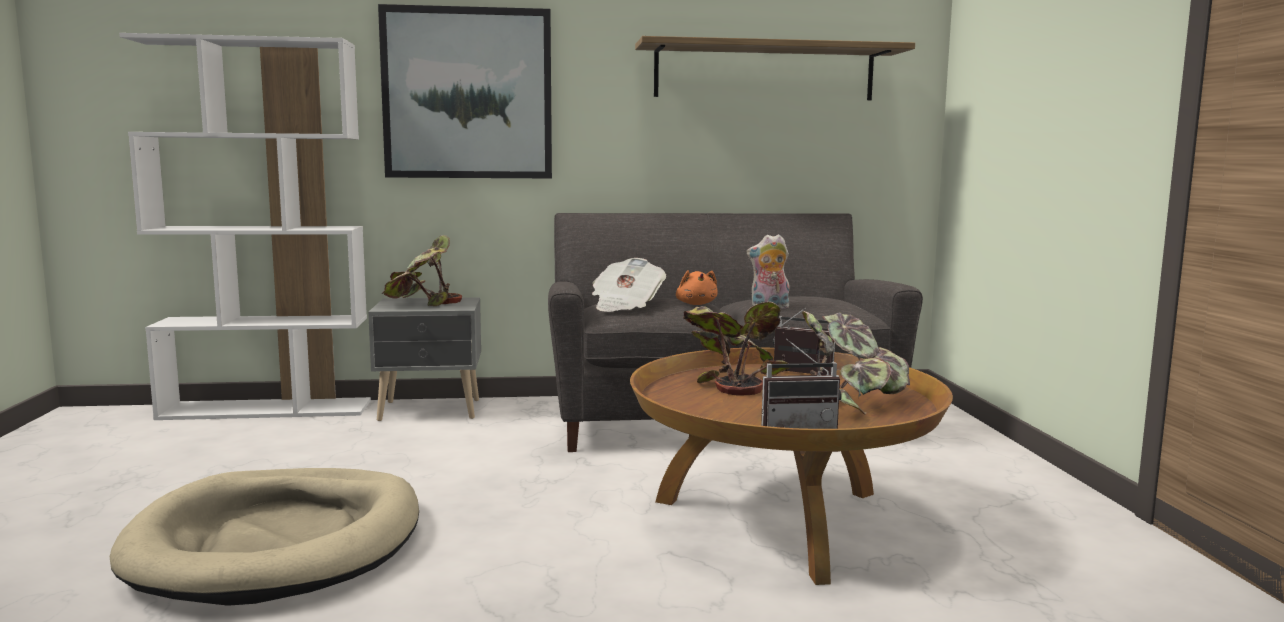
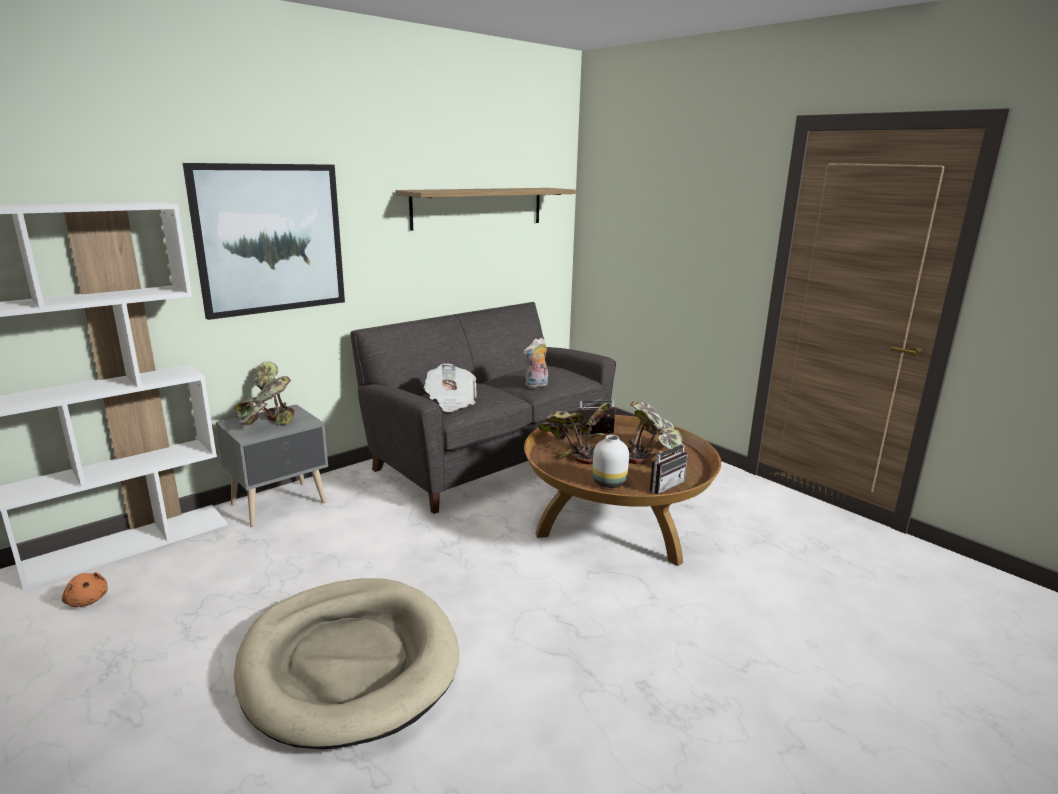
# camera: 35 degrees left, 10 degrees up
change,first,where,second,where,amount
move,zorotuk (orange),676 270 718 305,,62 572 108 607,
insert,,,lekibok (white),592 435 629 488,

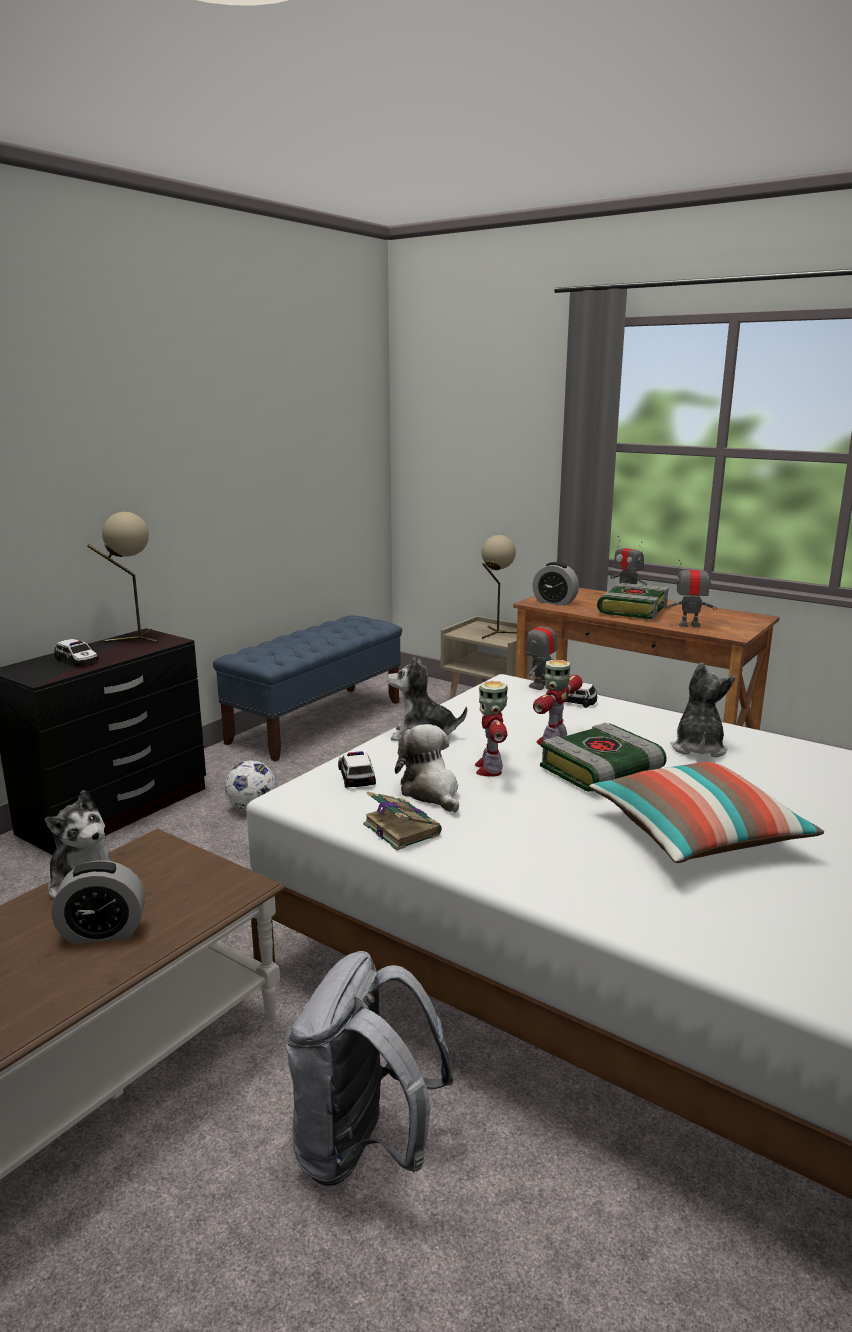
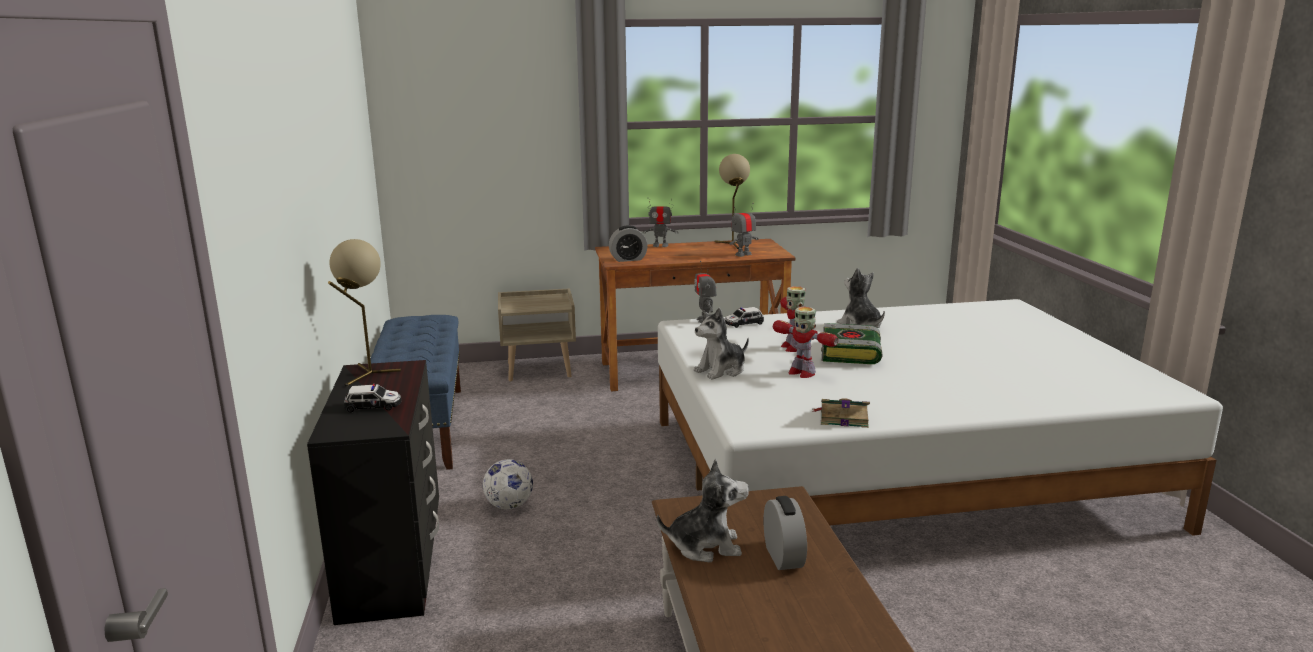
# camera: 45 degrees left, 0 degrees up
change,first,where,second,where,amount
move,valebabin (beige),481 535 517 639,,714 154 750 249,
delete,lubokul,597 583 668 620,,,
delete,zorotuk,395 724 459 813,,,
delete,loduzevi,338 751 376 788,,,
delete,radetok,589 762 824 863,,,
rotate,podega,52 860 145 944,,763 496 807 570,45 degrees counterclockwise
delete,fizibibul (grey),285 951 454 1186,,,

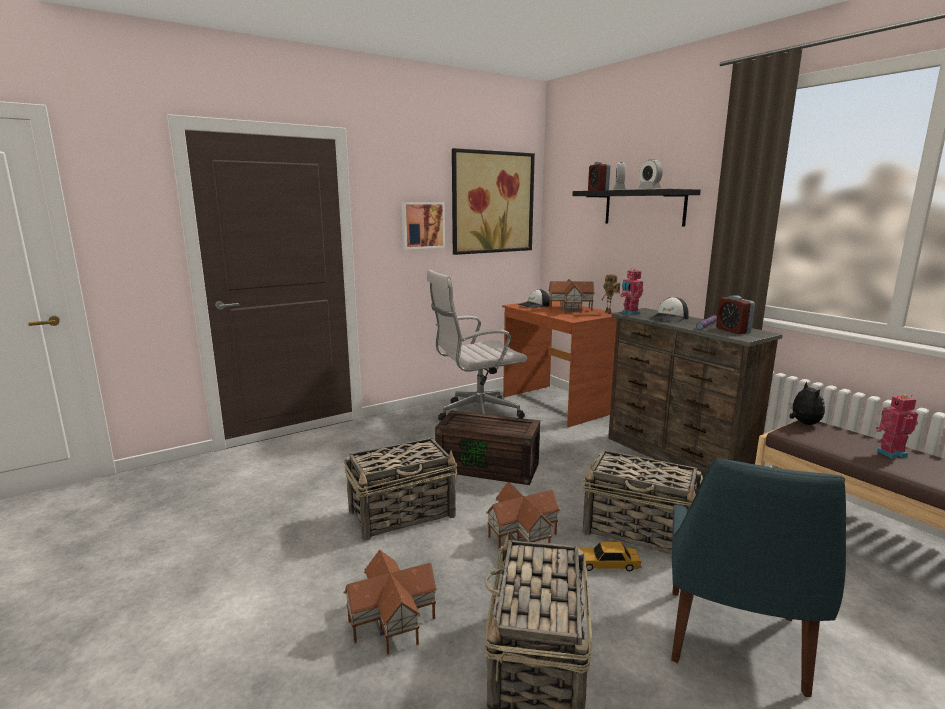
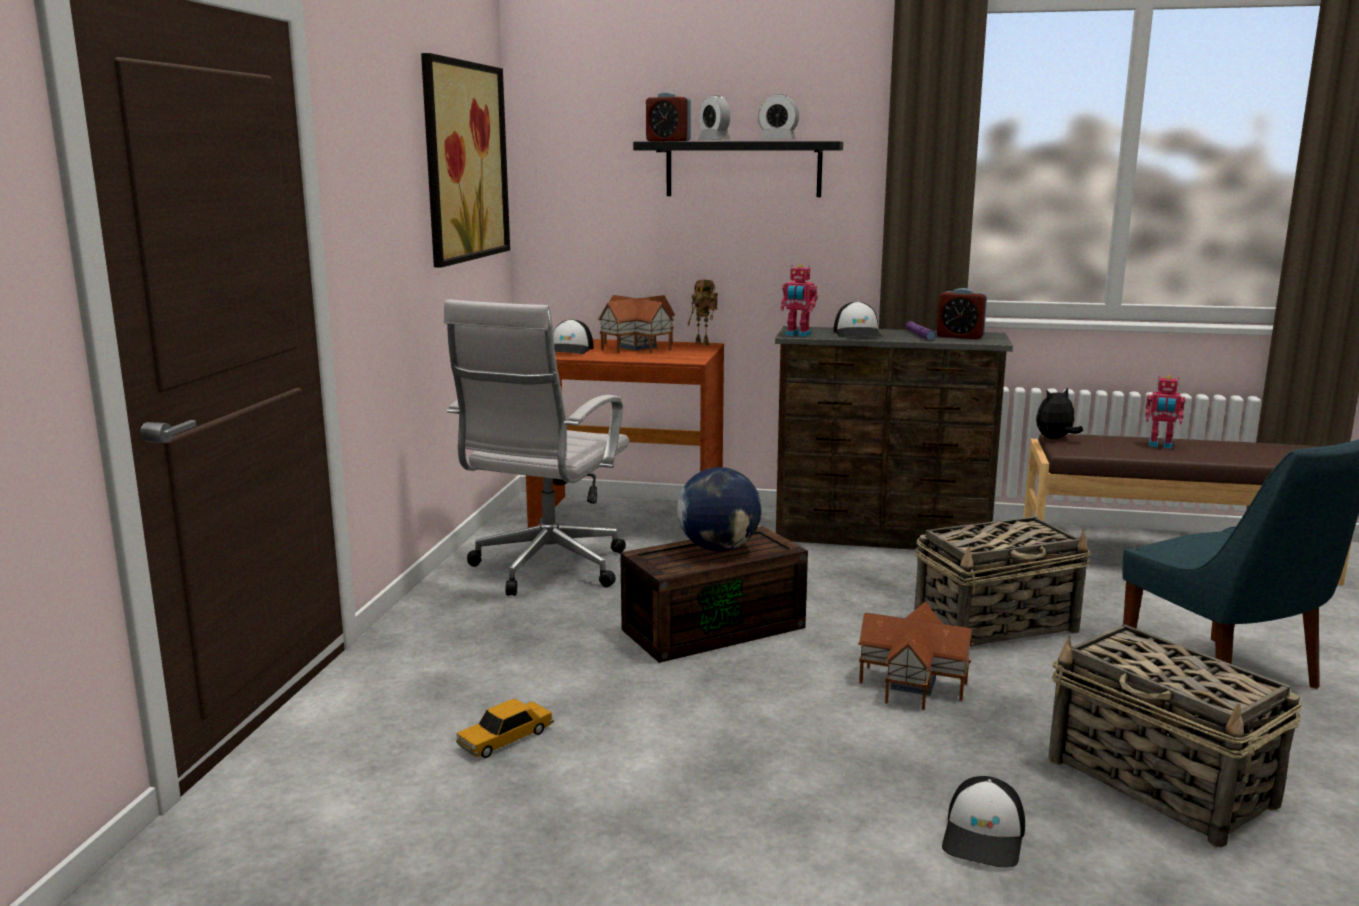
# camera: 45 degrees left, 0 degrees up
change,first,where,second,where,amount
delete,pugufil,401 202 445 250,,,
rotate,zorotuk,788 382 825 425,,1036 387 1083 439,75 degrees counterclockwise
rotate,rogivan,876 394 918 458,,1145 375 1186 449,105 degrees counterclockwise
delete,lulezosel,344 438 458 541,,,
move,loduzevi,578 542 642 571,,456 698 554 758,
replace,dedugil,343 550 438 655,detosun,942 776 1025 868,
insert,,,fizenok,677 467 762 551,

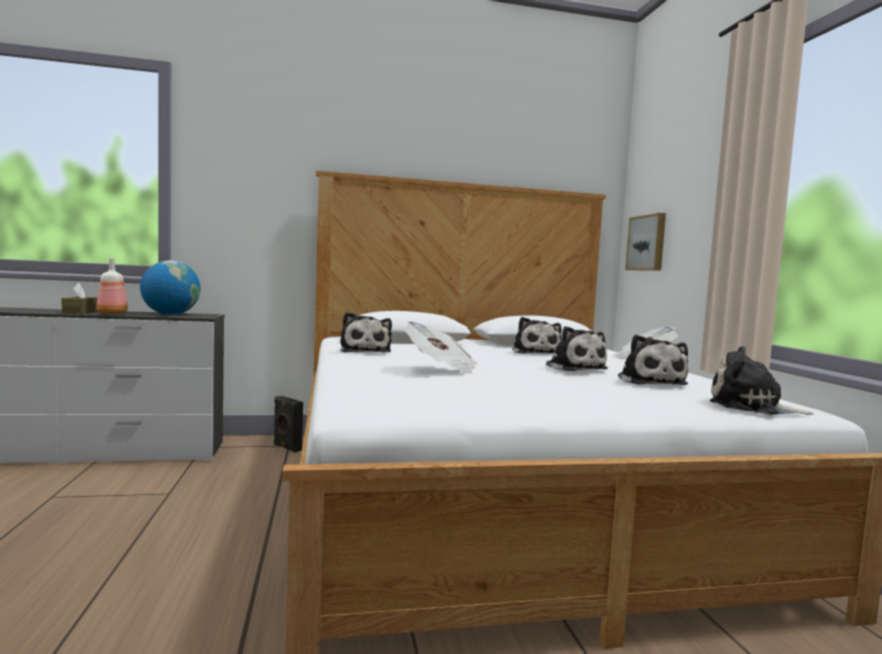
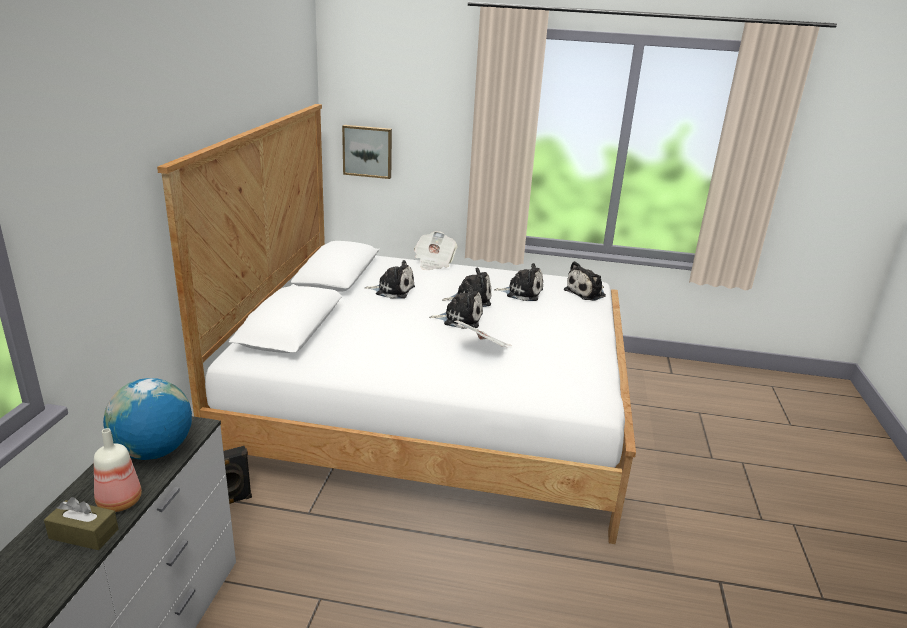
# camera: 70 degrees left, 20 degrees up
change,first,where,second,where,amount
move,zorotuk,340 312 392 352,,429 286 483 329,

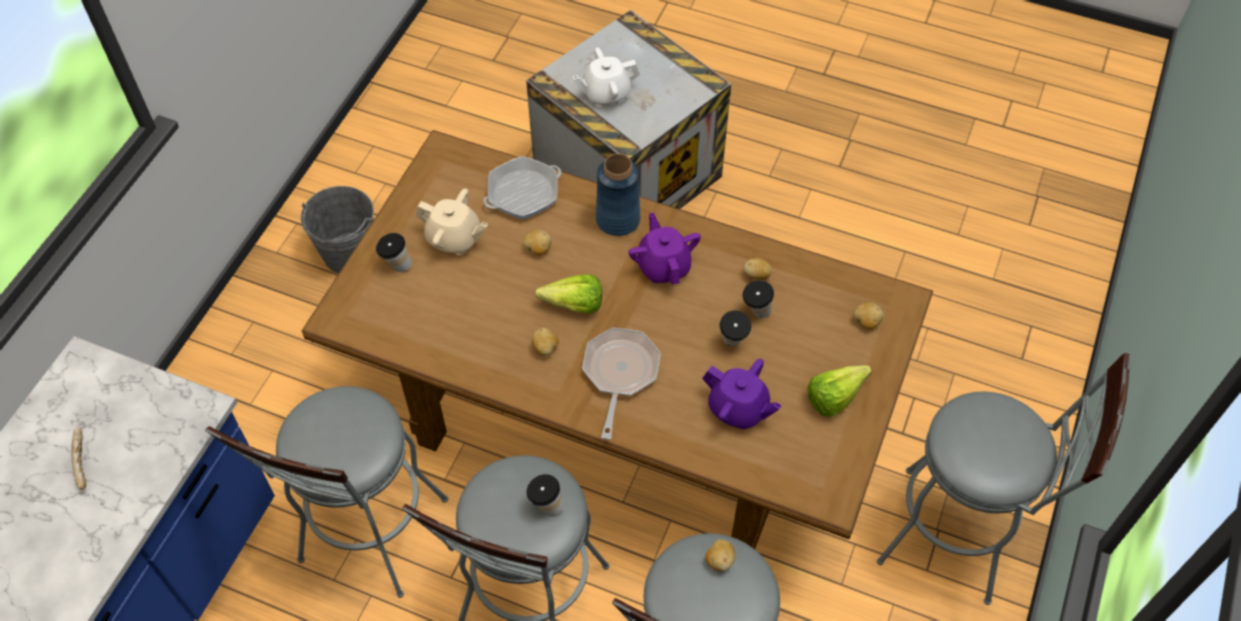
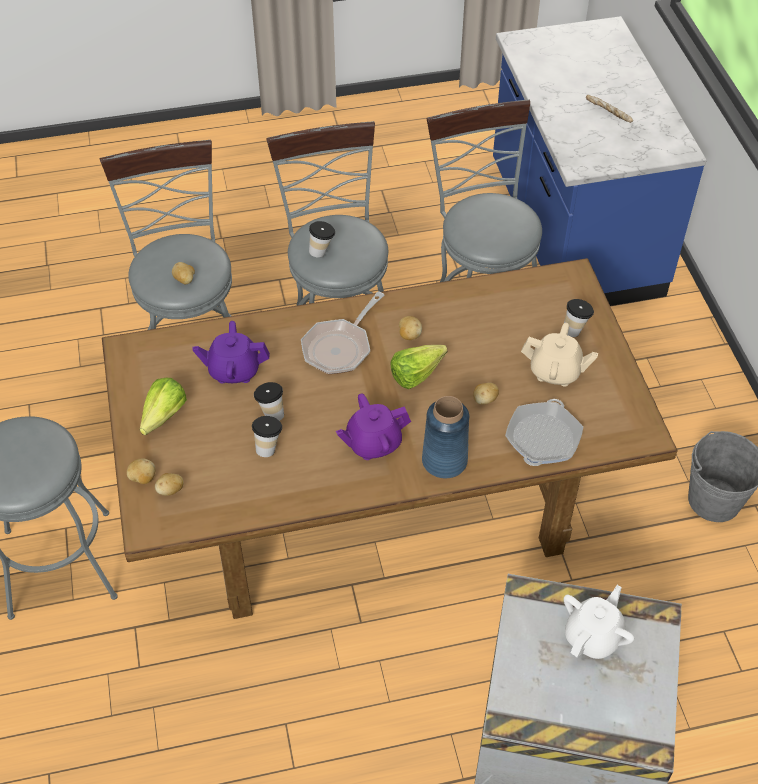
# camera: 145 degrees right, 5 degrees down
change,first,where,second,where,amount
rotate,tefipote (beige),416 189 488 255,,521 323 598 387,150 degrees counterclockwise
rotate,tefipote (purple),628 212 701 285,,336 393 411 460,120 degrees clockwise
move,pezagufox,744 258 772 280,,127 458 155 484,
rotate,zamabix,582 328 661 440,,301 291 384 374,60 degrees clockwise

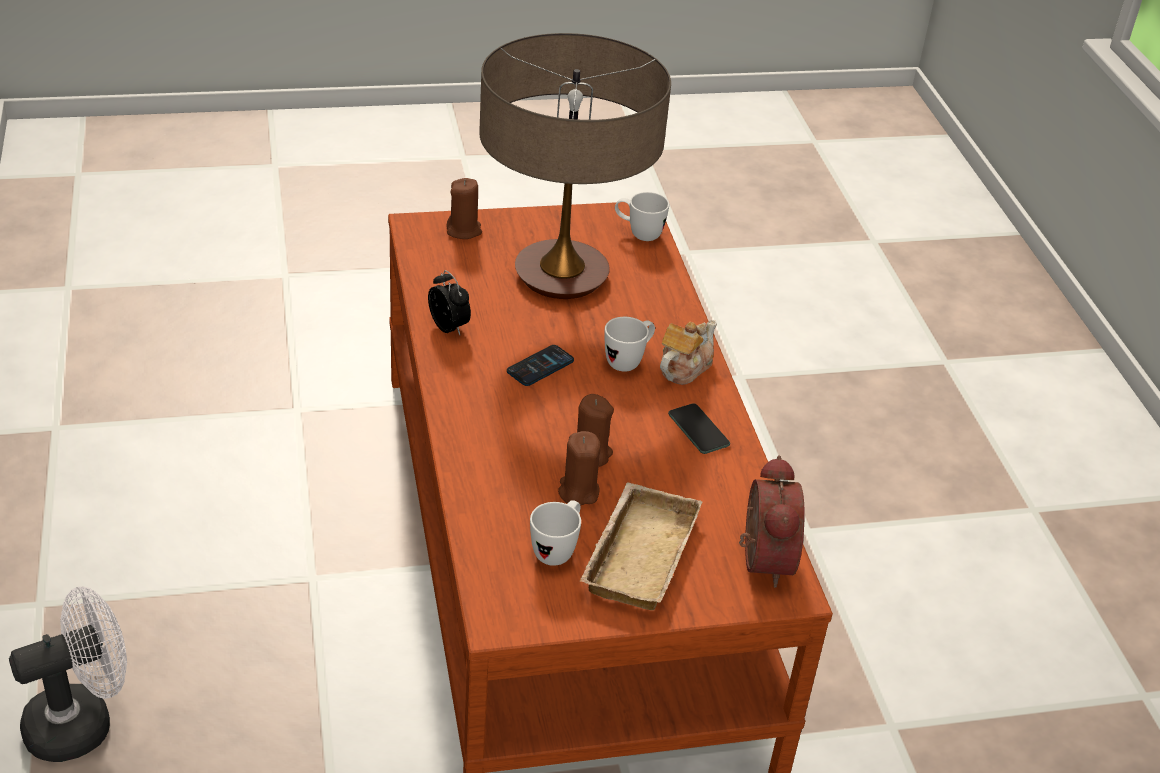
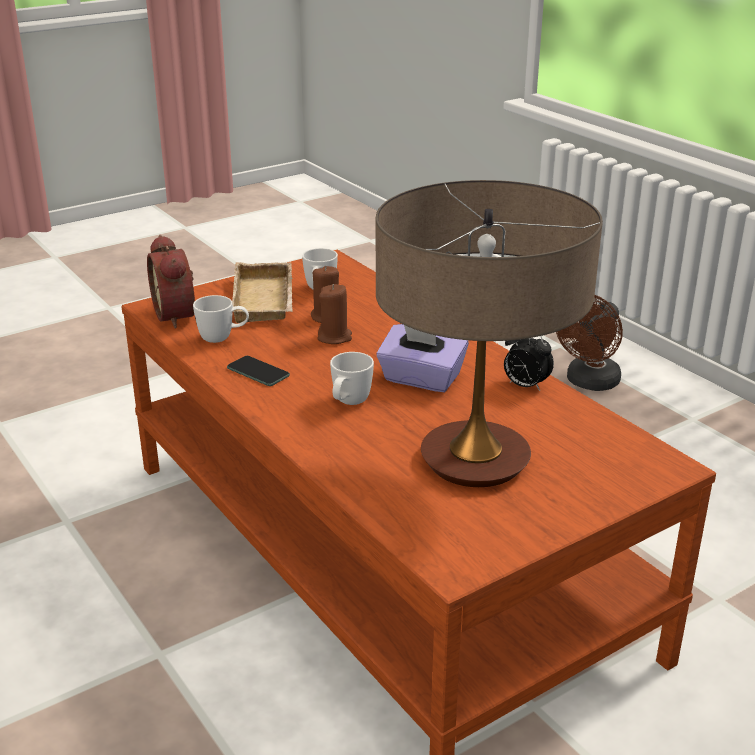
# camera: 160 degrees right, 10 degrees down
change,first,where,second,where,amount
delete,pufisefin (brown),446 178 482 239,,,
move,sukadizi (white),615 192 669 241,,193 295 249 343,
delete,tefipote,660 320 717 385,,,
replace,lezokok,507 345 574 386,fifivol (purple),376 324 469 392,
recolor,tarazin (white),9 586 127 762,tarazin (brown),556 295 623 391,

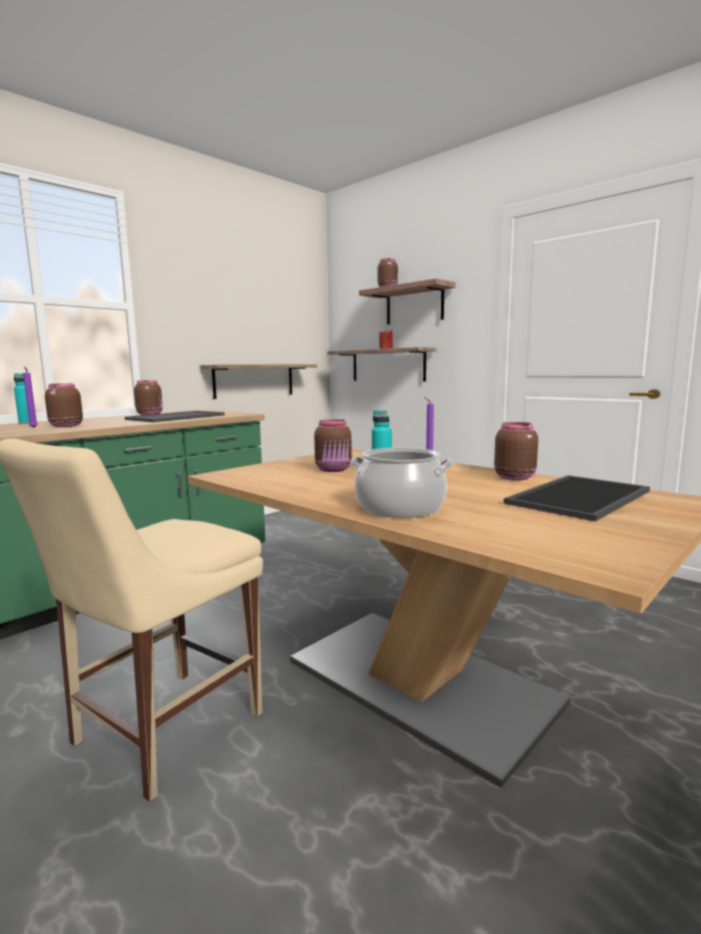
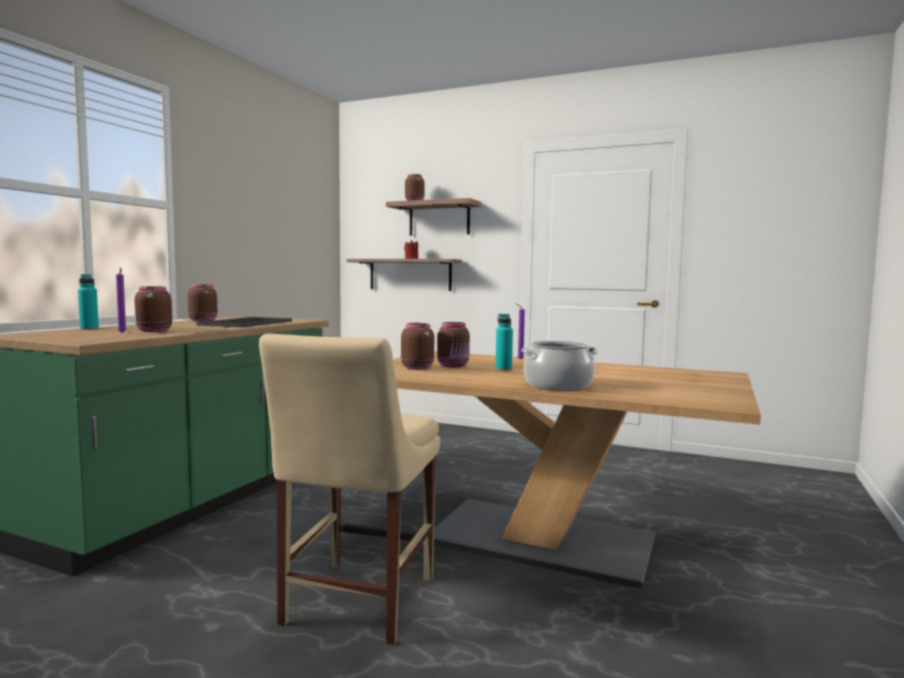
# camera: 20 degrees left, 5 degrees down
change,first,where,second,where,amount
delete,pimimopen,200 364 317 399,,,
move,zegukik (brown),494 422 538 480,,401 323 434 370,
delete,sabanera,504 475 650 522,,,

